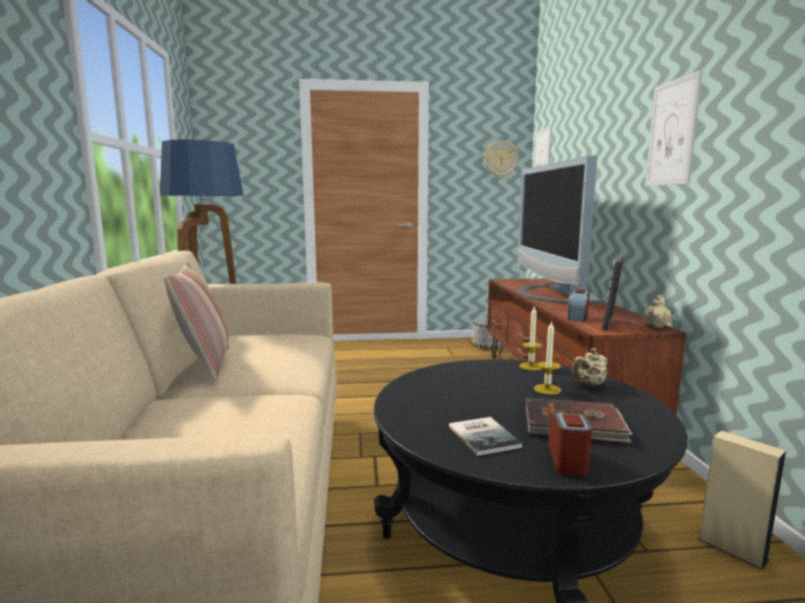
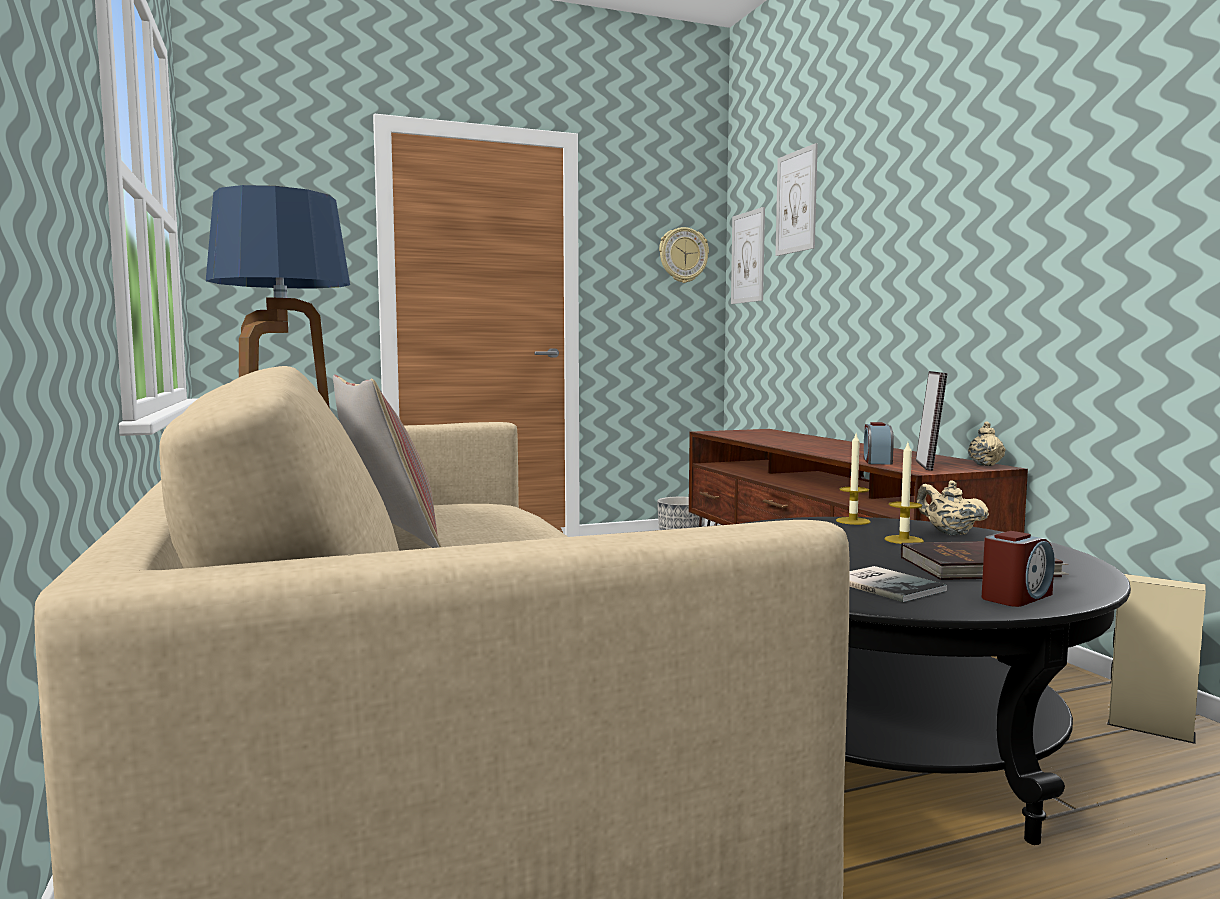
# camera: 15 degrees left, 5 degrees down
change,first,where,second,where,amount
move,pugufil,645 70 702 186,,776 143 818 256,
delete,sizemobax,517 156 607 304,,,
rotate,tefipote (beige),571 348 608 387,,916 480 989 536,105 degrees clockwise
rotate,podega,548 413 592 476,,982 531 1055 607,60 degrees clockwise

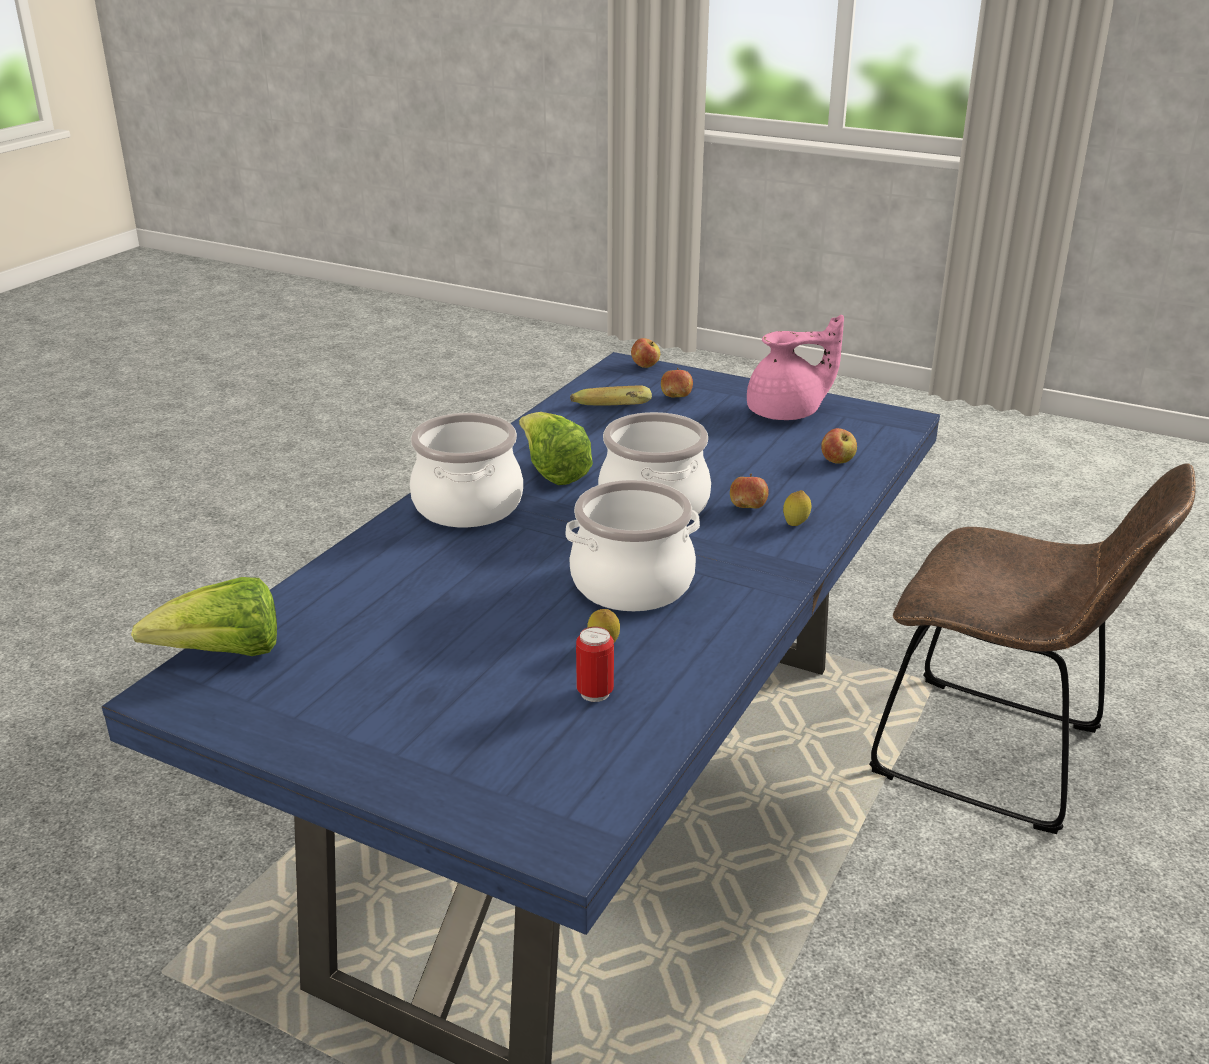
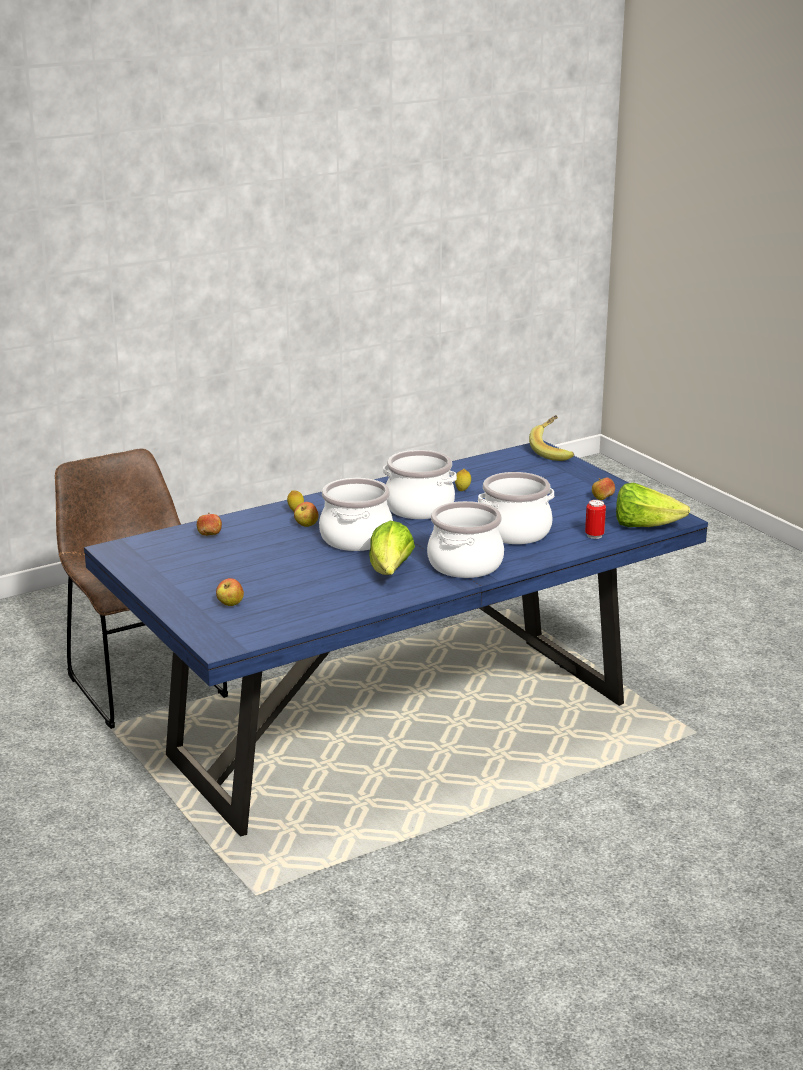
# camera: 150 degrees left, 5 degrees down
change,first,where,second,where,amount
delete,tefipote (pink),747 314 844 420,,,
move,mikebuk,631 338 660 368,,592 478 615 500,
move,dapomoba,570 385 652 405,,529 415 574 461,
move,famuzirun,576 627 614 702,,585 500 606 539,
insert,,,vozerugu,478 472 554 544,

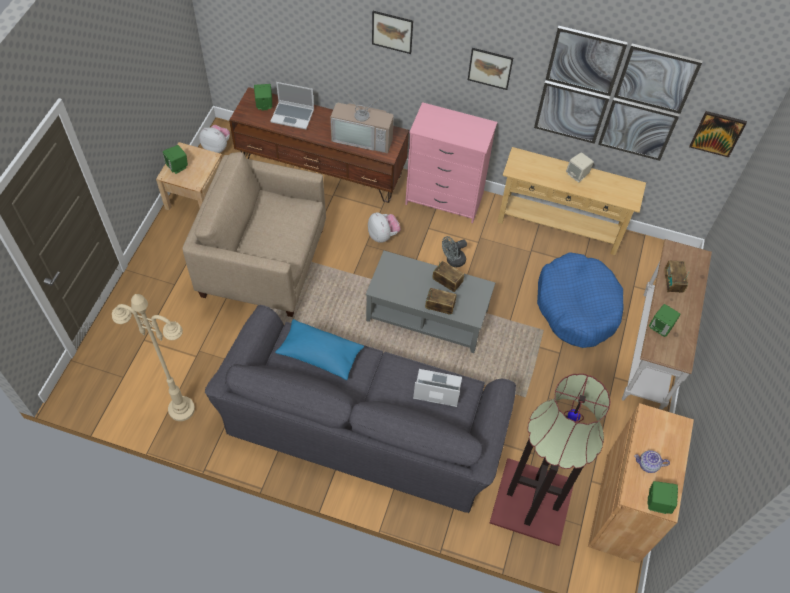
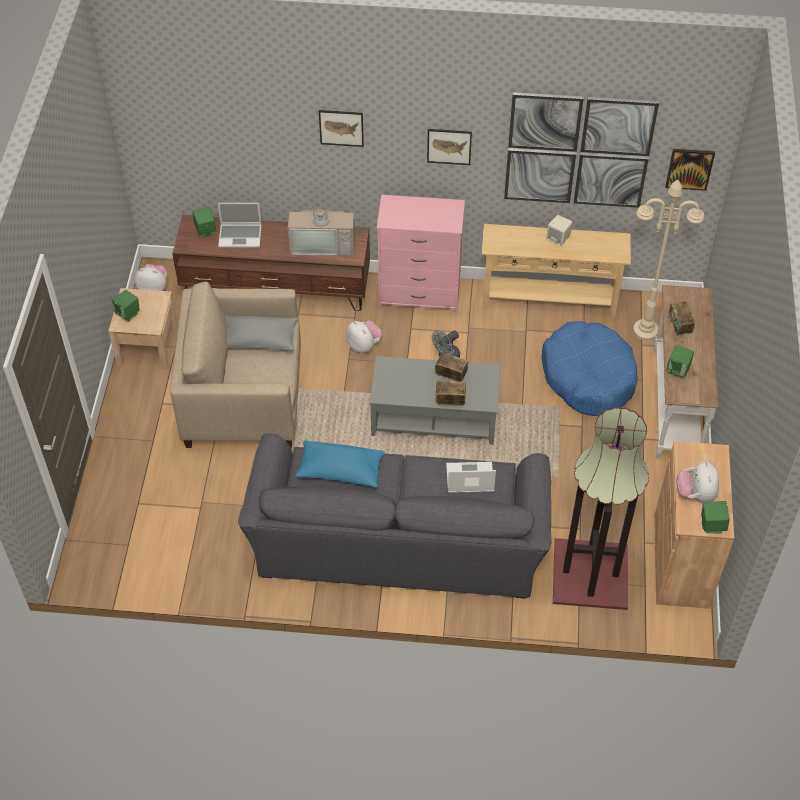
# camera: 10 degrees left, 5 degrees down
change,first,where,second,where,amount
move,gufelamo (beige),112 294 195 421,,633 180 704 341,
replace,tefipote,634 450 670 473,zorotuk,676 462 719 502,
insert,,,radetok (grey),225 315 298 351,

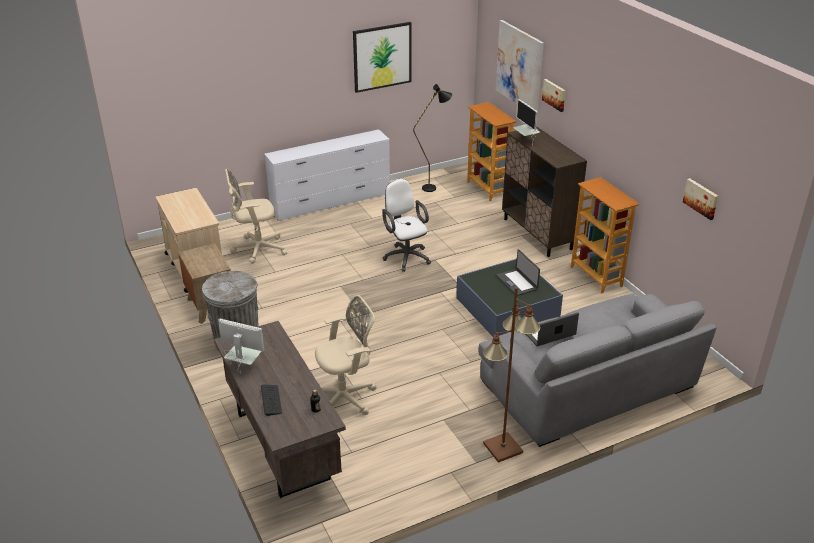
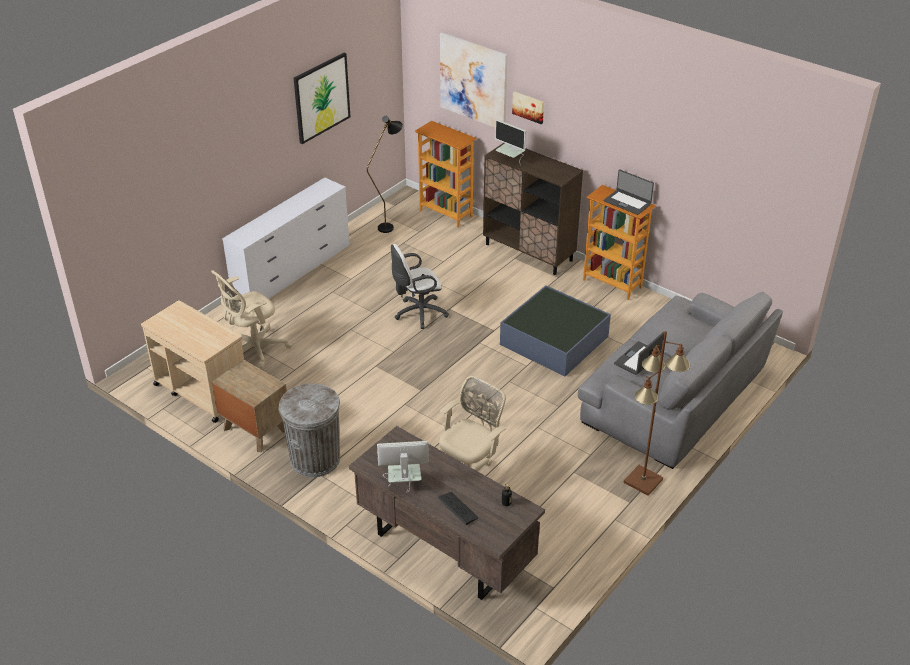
# camera: 25 degrees left, 5 degrees up
change,first,where,second,where,amount
delete,pugufil,683 178 718 220,,,
rotate,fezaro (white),382 179 431 272,,391 244 449 329,60 degrees counterclockwise
move,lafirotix,496 249 540 296,,604 169 654 215,

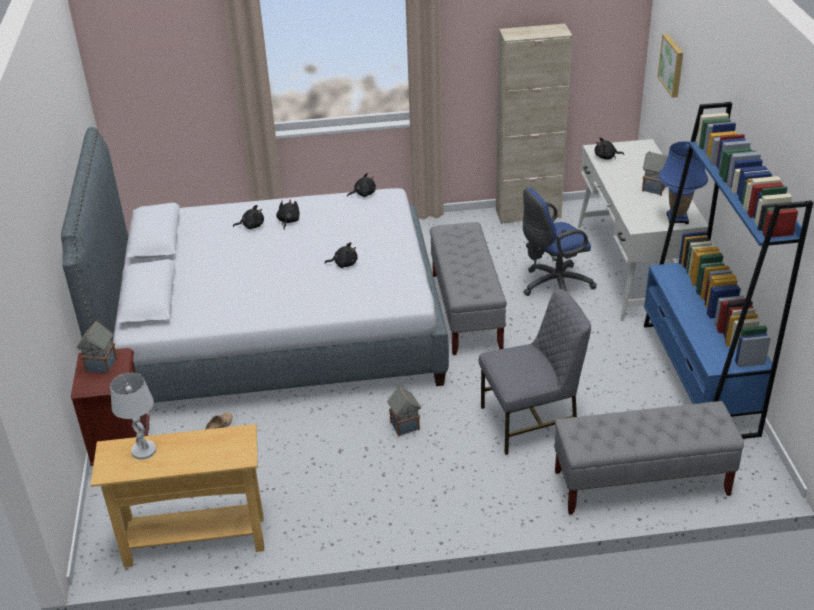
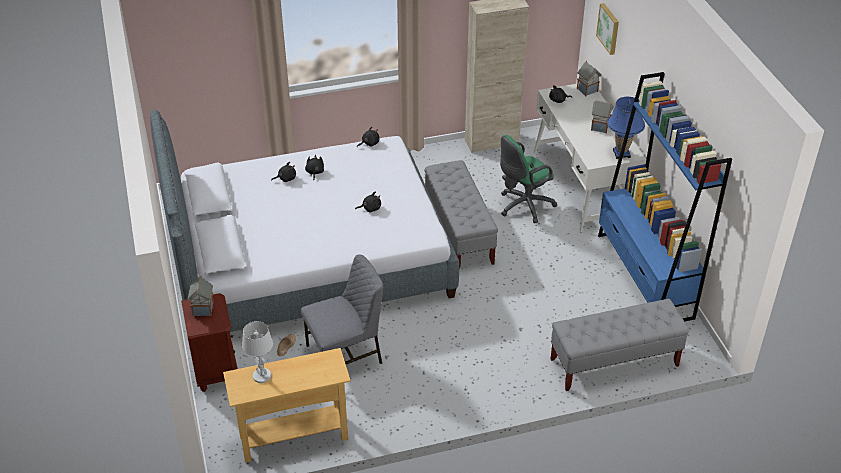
# camera: 10 degrees left, 5 degrees up
change,first,where,second,where,amount
recolor,fezaro (blue),523 188 597 296,fezaro (green),500 135 557 223,
move,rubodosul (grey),479 289 591 455,,301 254 383 364,
move,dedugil,387 385 421 437,,577 61 602 96,

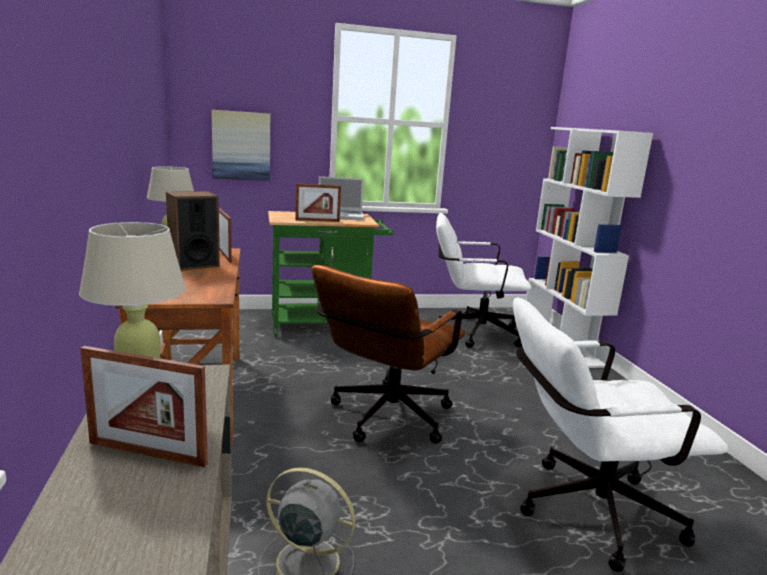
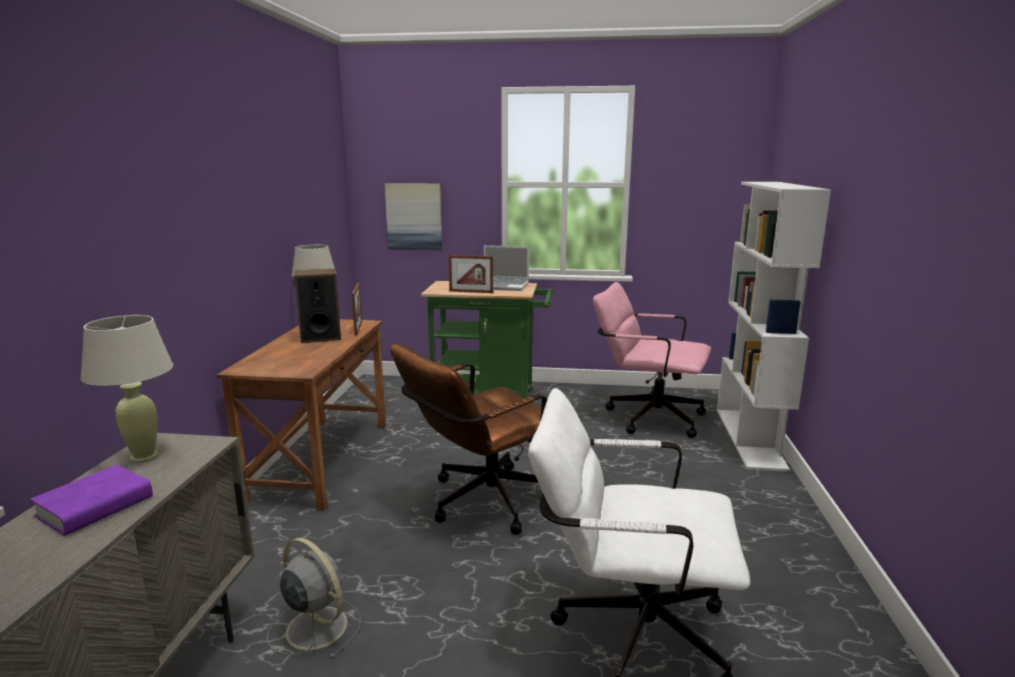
# camera: 20 degrees right, 0 degrees up
change,first,where,second,where,amount
recolor,fezaro (white),436 213 531 348,fezaro (pink),593 282 711 438,
replace,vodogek,80 346 208 467,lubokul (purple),30 465 153 536,

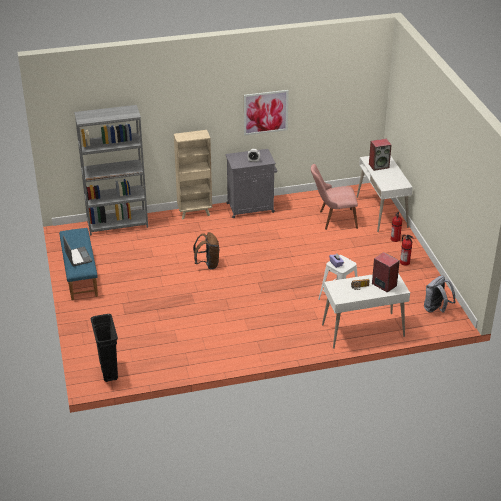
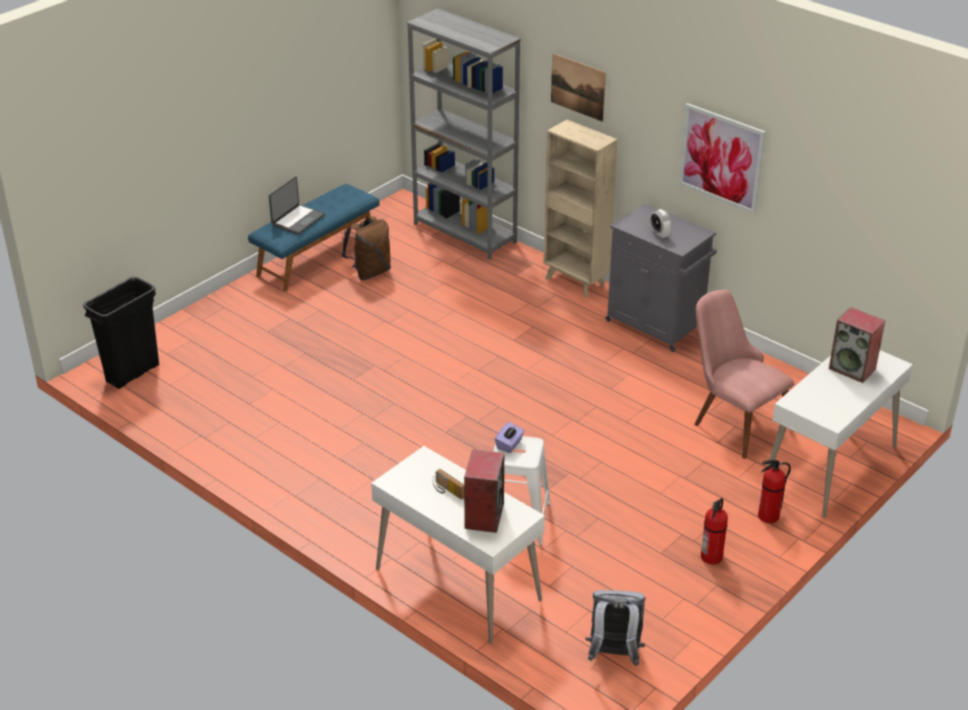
# camera: 55 degrees right, 0 degrees up
change,first,where,second,where,amount
move,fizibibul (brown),193 232 219 270,,342 216 391 280,
insert,,,pugufil,551 53 606 122,

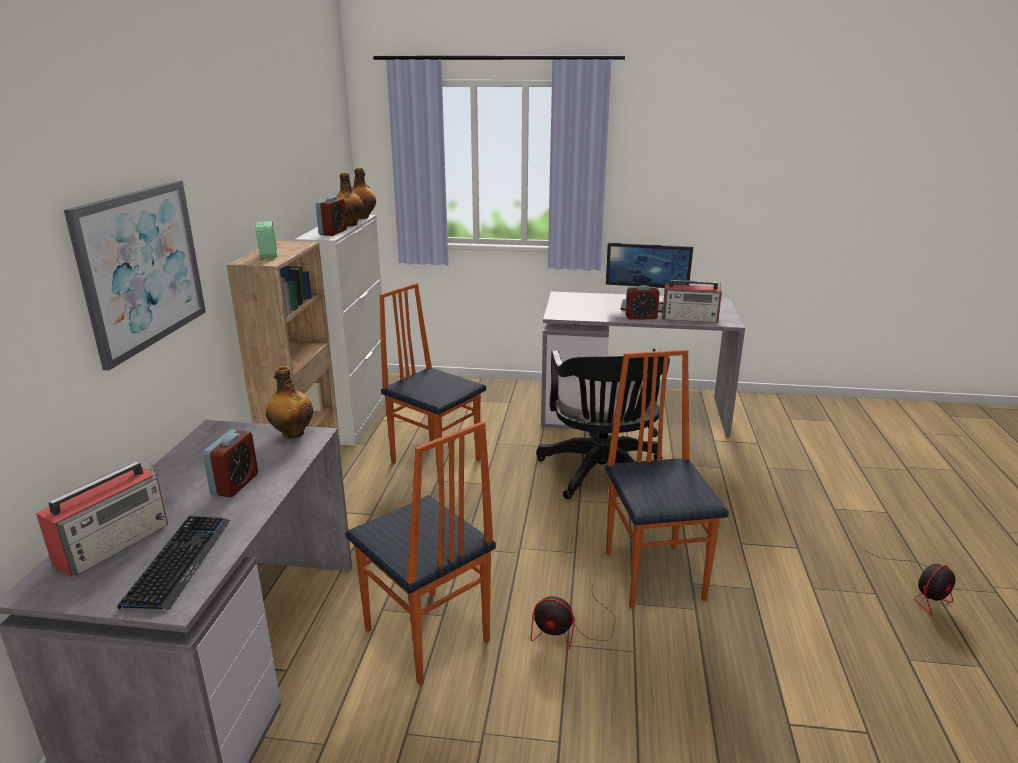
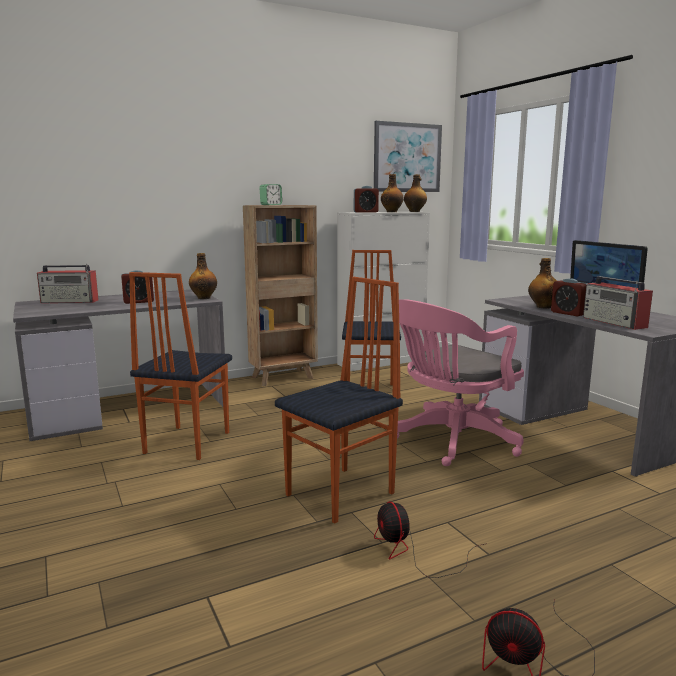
# camera: 55 degrees right, 10 degrees down
change,first,where,second,where,amount
move,pugufil,64 181 206 370,,374 121 442 192,
recolor,fezaro (black),536 348 670 499,fezaro (pink),397 299 524 466,
delete,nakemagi,118 516 230 610,,,
move,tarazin,531 586 616 649,,374 501 487 578,
insert,,,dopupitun,528 258 557 309,

